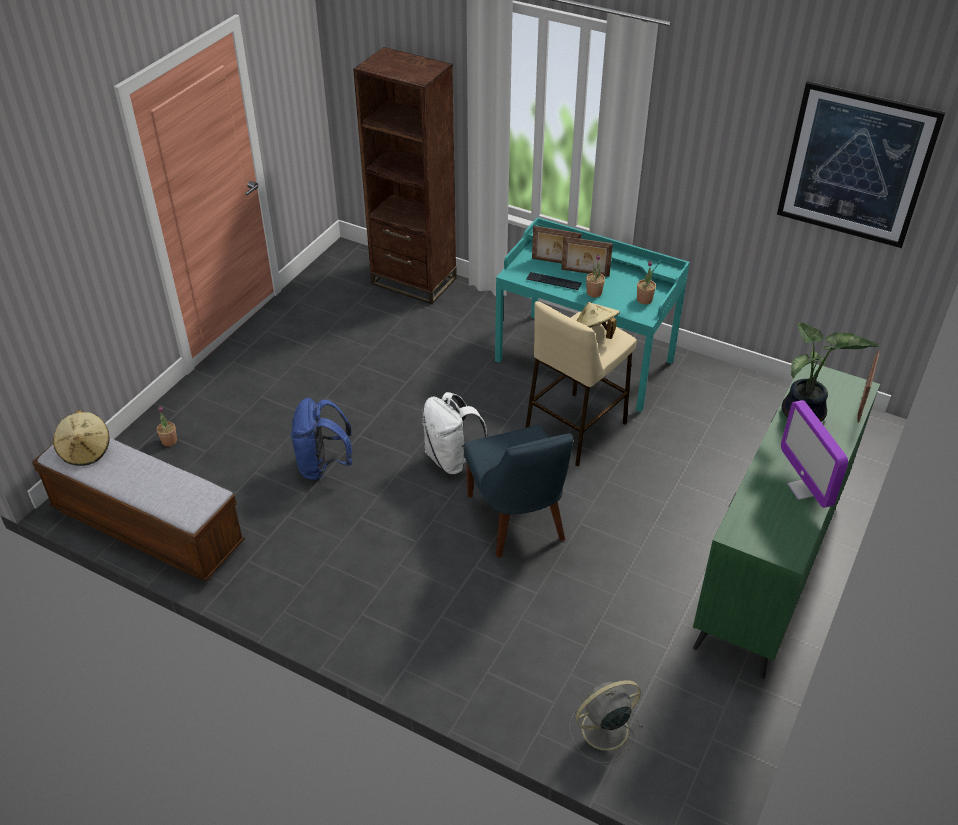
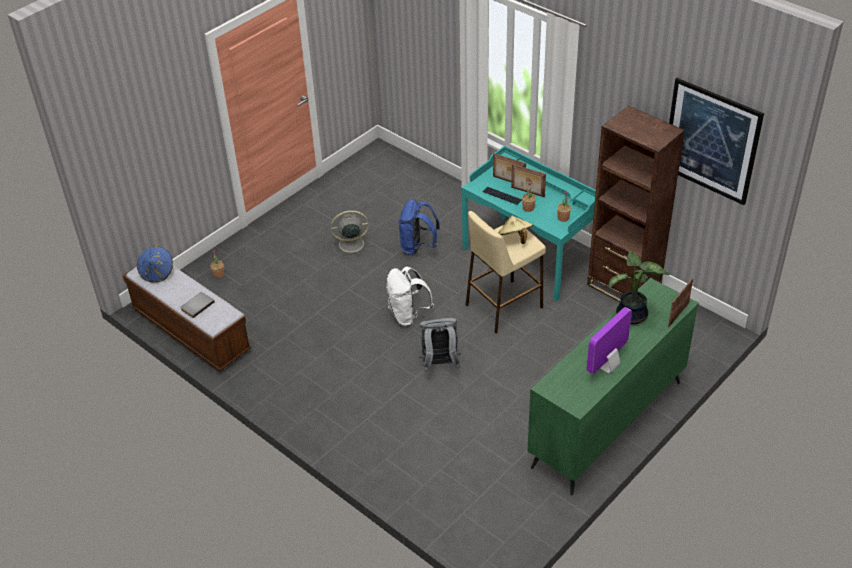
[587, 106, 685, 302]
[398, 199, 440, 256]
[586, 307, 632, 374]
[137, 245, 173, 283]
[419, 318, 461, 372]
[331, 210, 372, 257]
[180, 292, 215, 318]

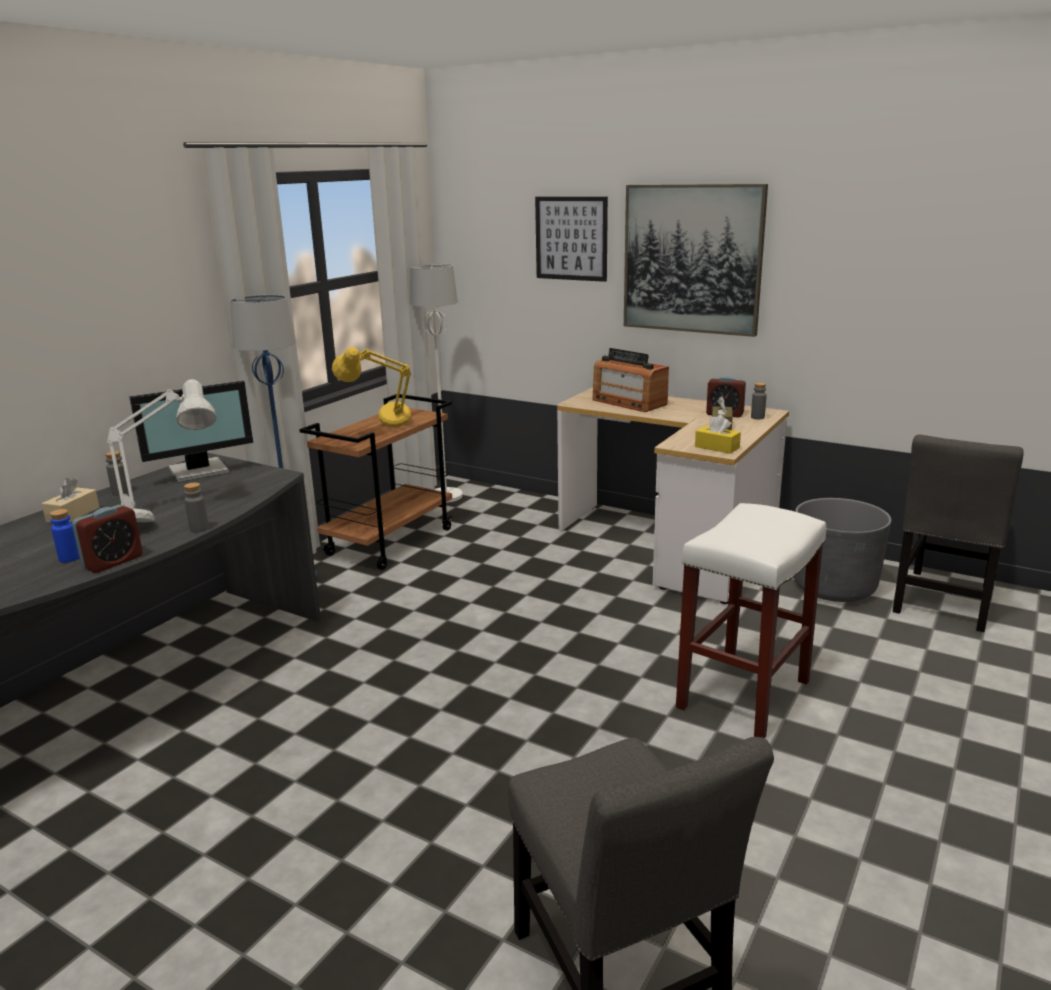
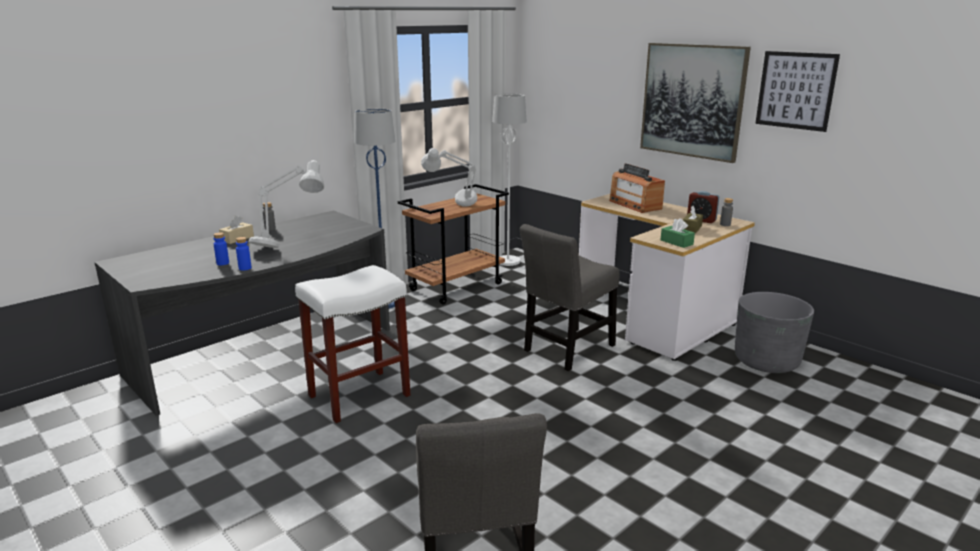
[755, 51, 840, 132]
[421, 148, 477, 207]
[129, 380, 253, 482] (first image)
[660, 218, 695, 248]
[520, 224, 619, 371]
[184, 482, 209, 532] (first image)
[295, 265, 410, 423]
[236, 237, 252, 271]

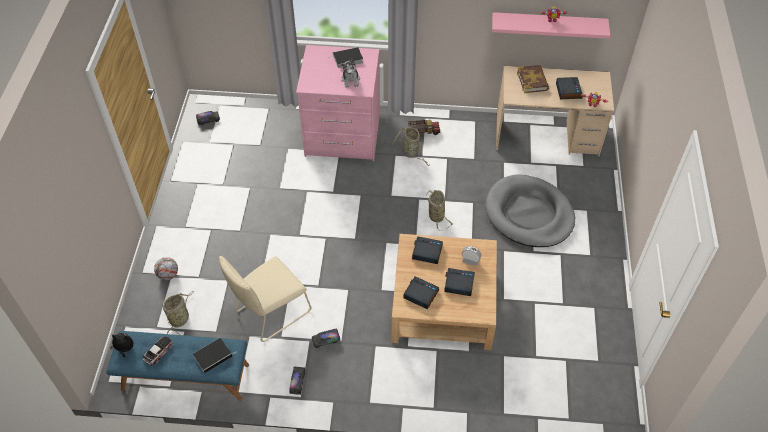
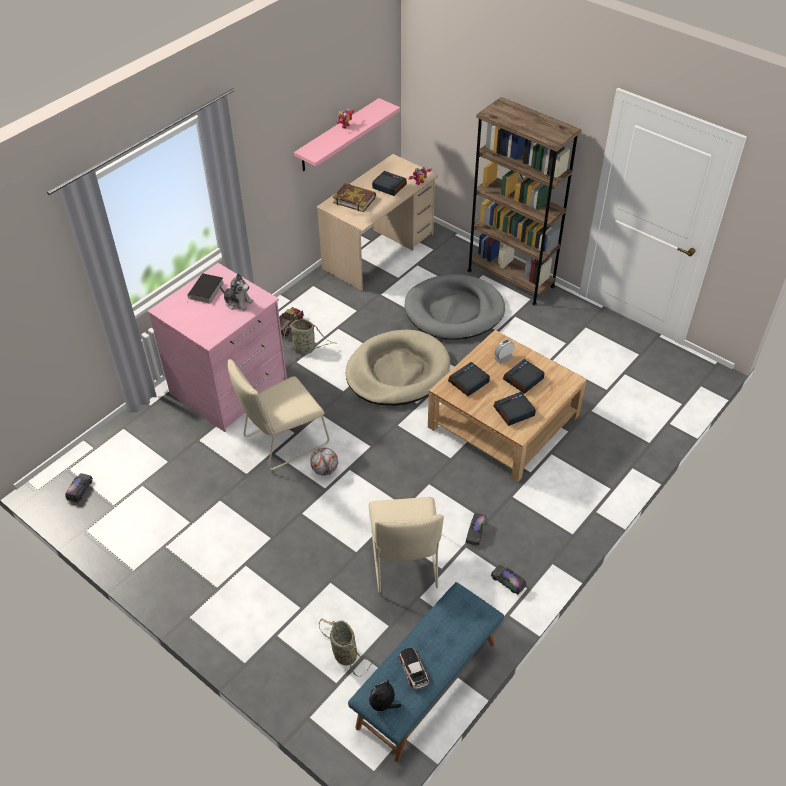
[346, 330, 450, 406]
[310, 448, 338, 476]
[193, 338, 237, 373] (first image)
[467, 97, 581, 305]
[228, 359, 330, 470]

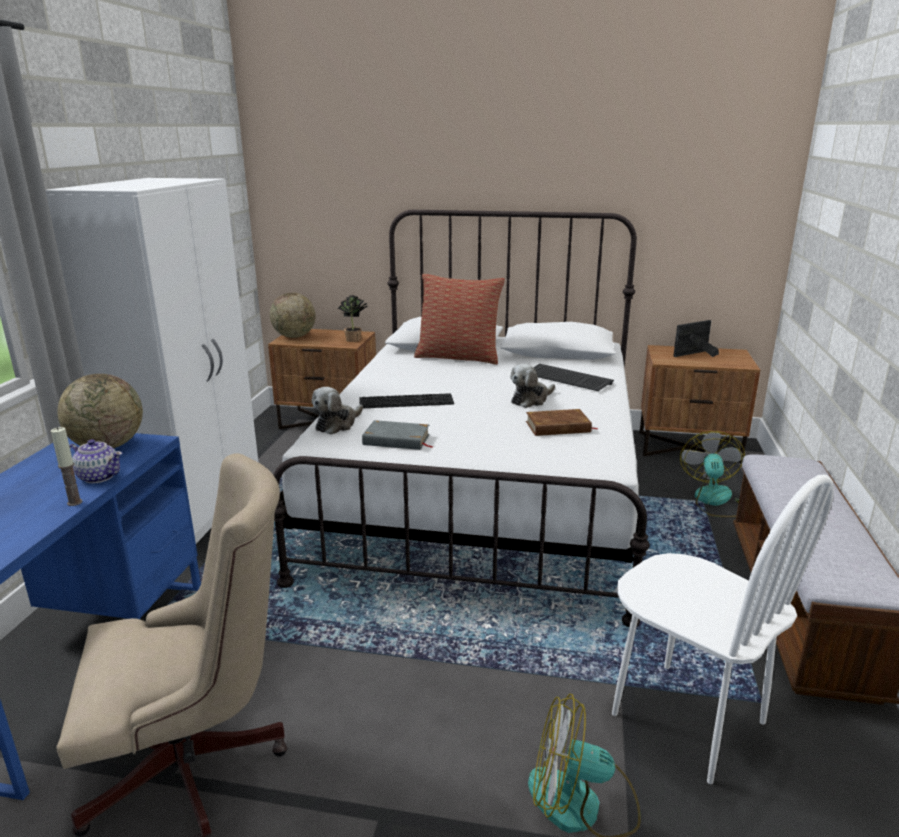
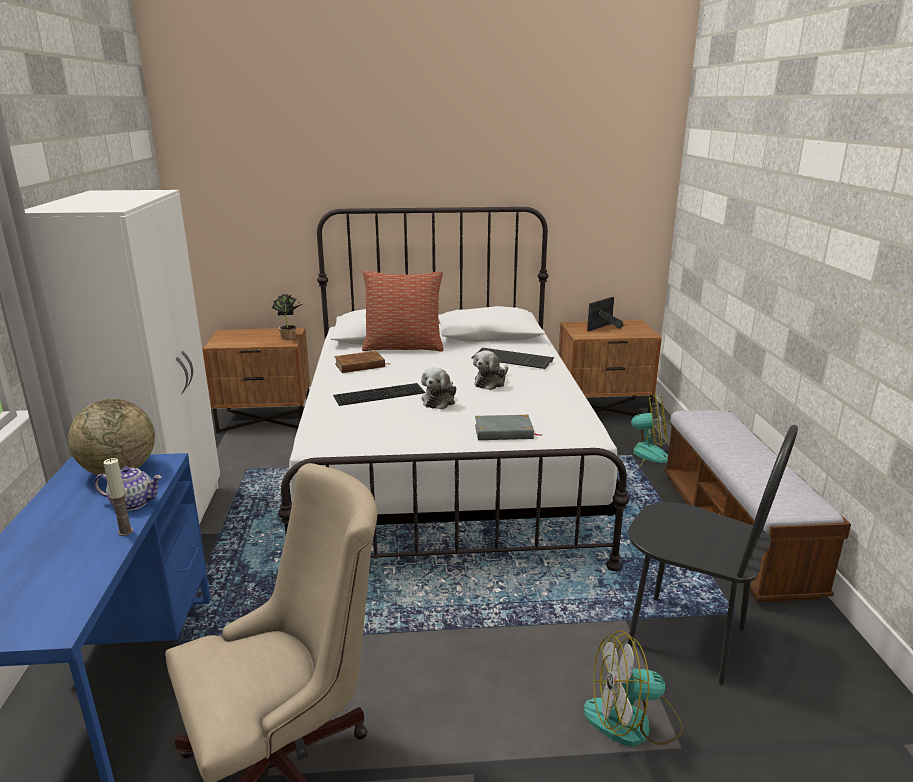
[270, 293, 316, 338] (first image)
[421, 368, 456, 409]
[334, 351, 391, 373]
[475, 415, 542, 440]
[617, 393, 668, 466]
[628, 425, 798, 685]

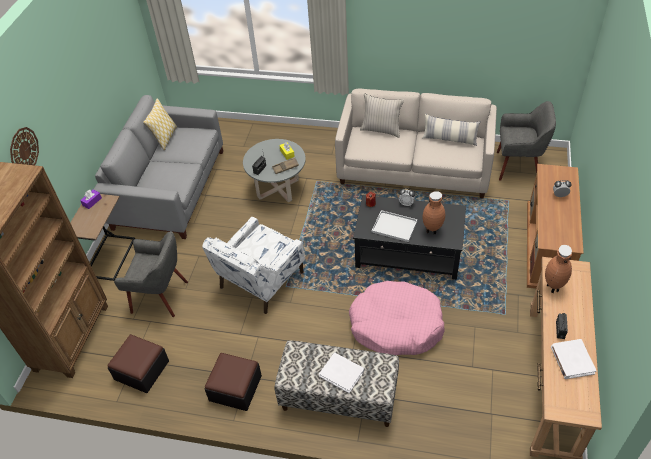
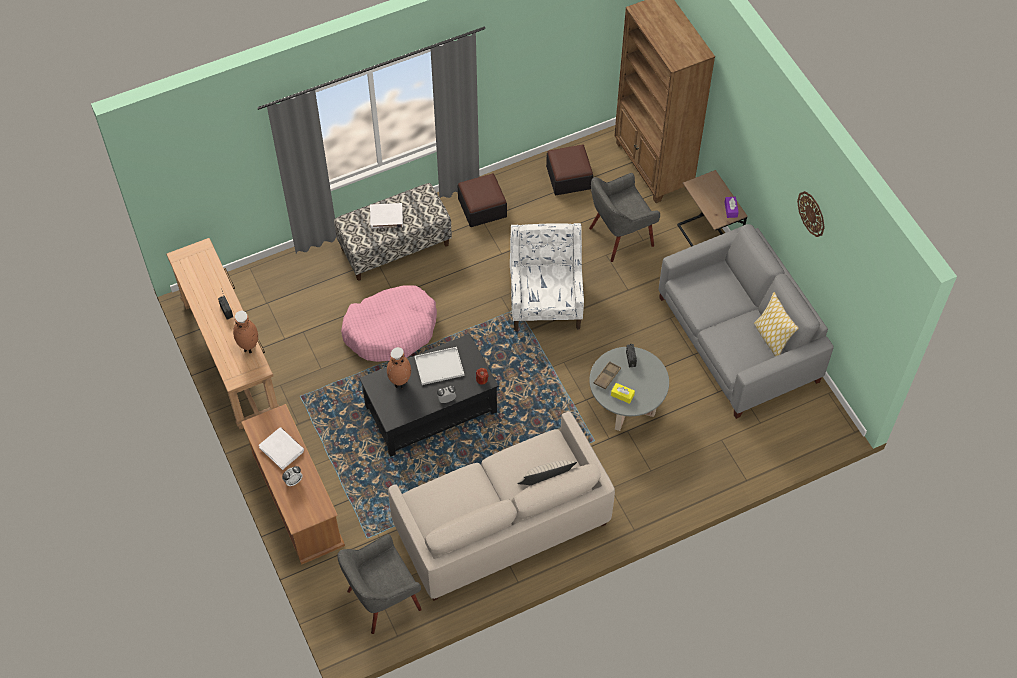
[422, 114, 480, 146] (first image)
[797, 191, 825, 237]
[259, 427, 304, 470]

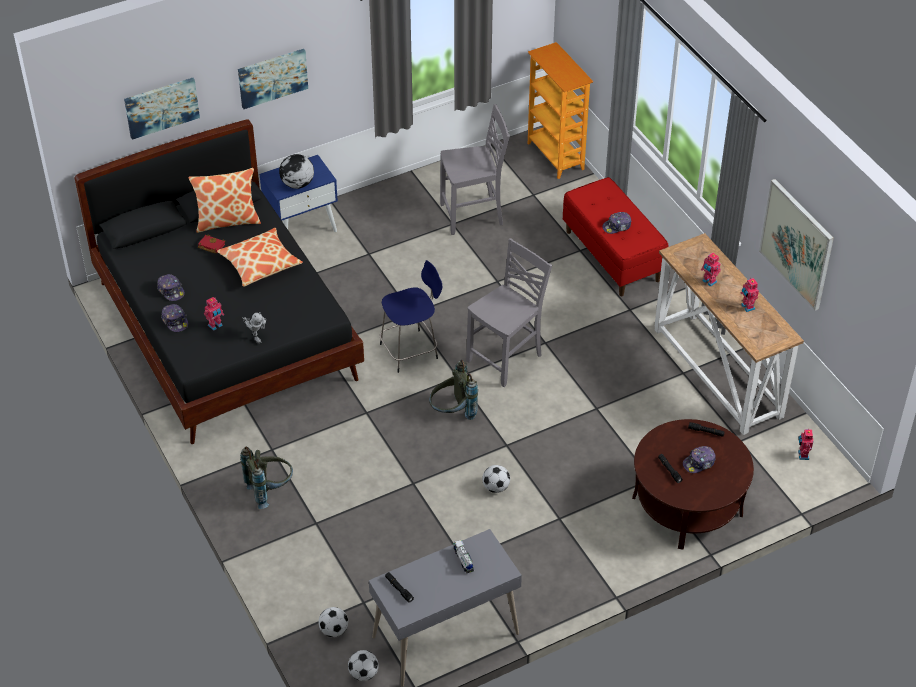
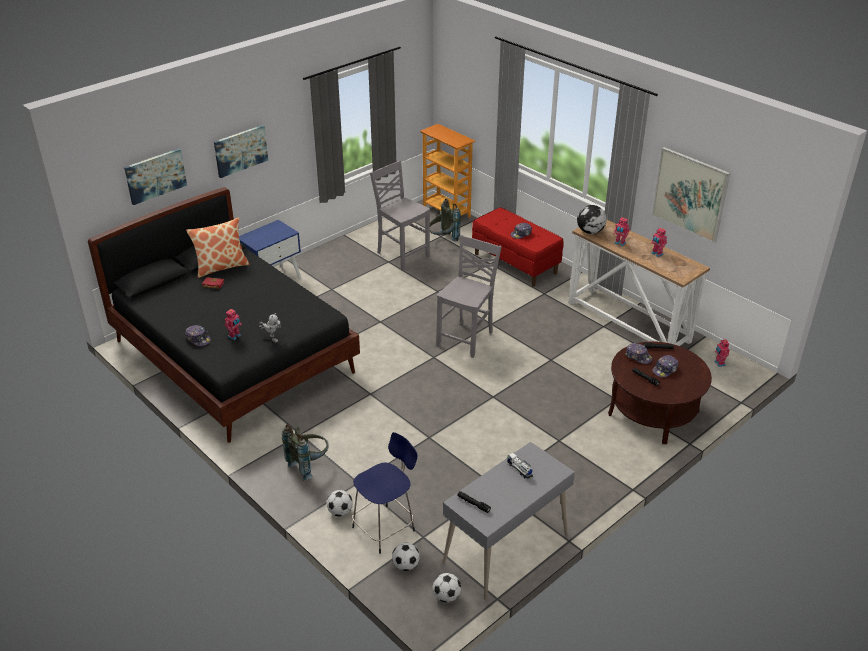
[370, 160, 430, 270]
[577, 205, 607, 234]
[217, 228, 303, 287] (first image)
[352, 432, 418, 554]
[625, 343, 653, 364]
[430, 198, 461, 242]
[327, 490, 353, 517]

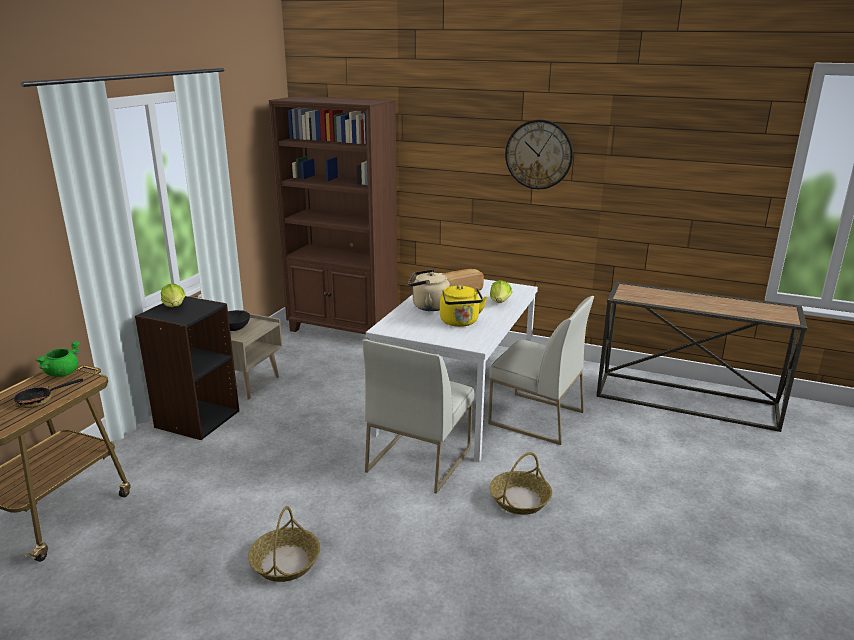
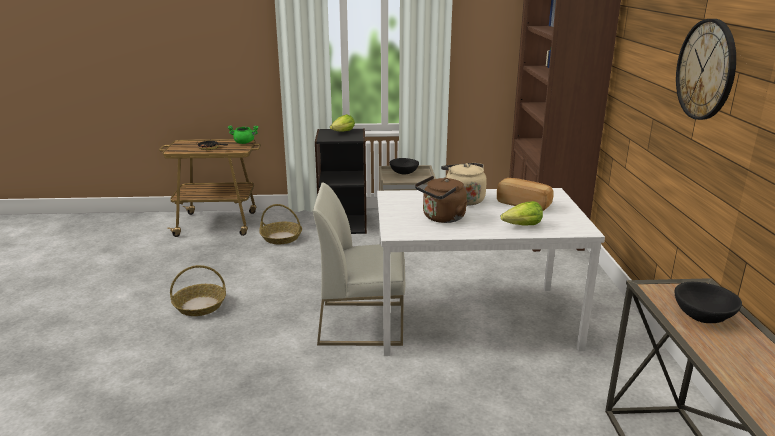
[415, 176, 467, 223]
[488, 296, 594, 445] (first image)
[259, 204, 302, 244]
[674, 282, 742, 323]

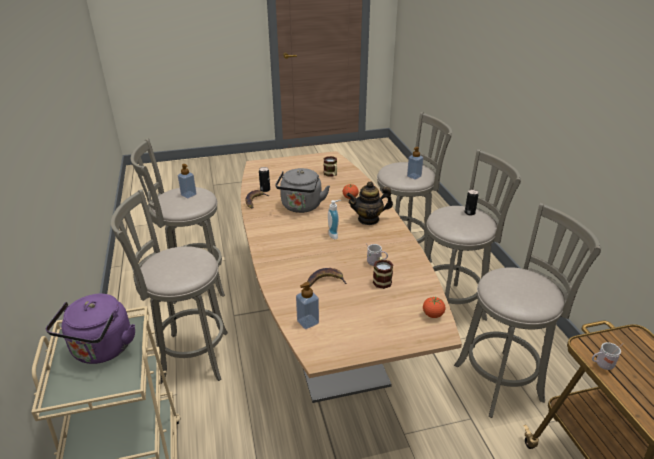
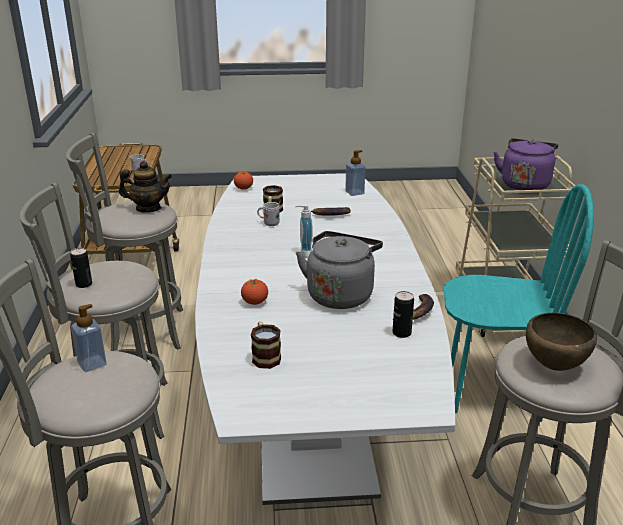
[195, 173, 455, 505]
[526, 313, 597, 371]
[119, 161, 172, 213]
[444, 184, 594, 421]

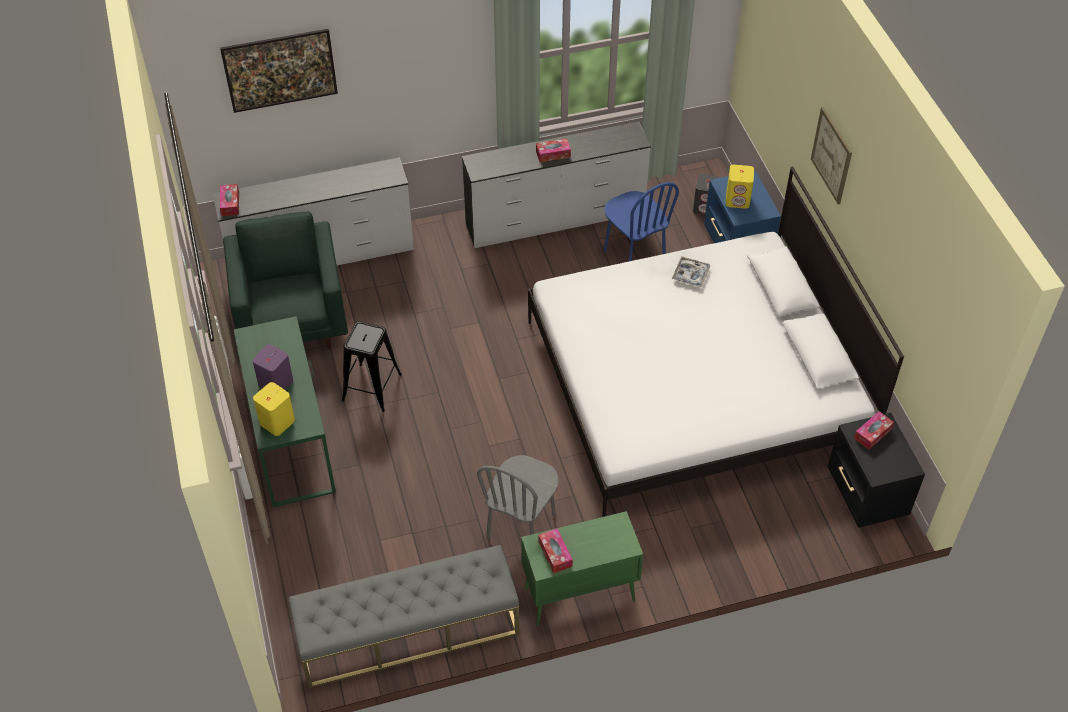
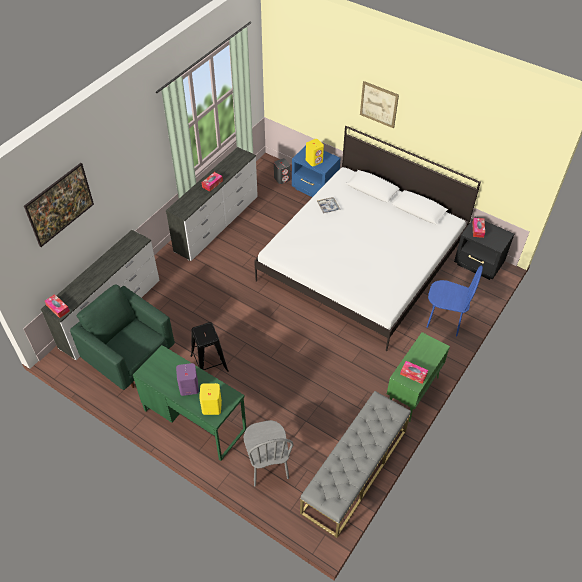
[427, 266, 483, 337]
[244, 420, 293, 486]

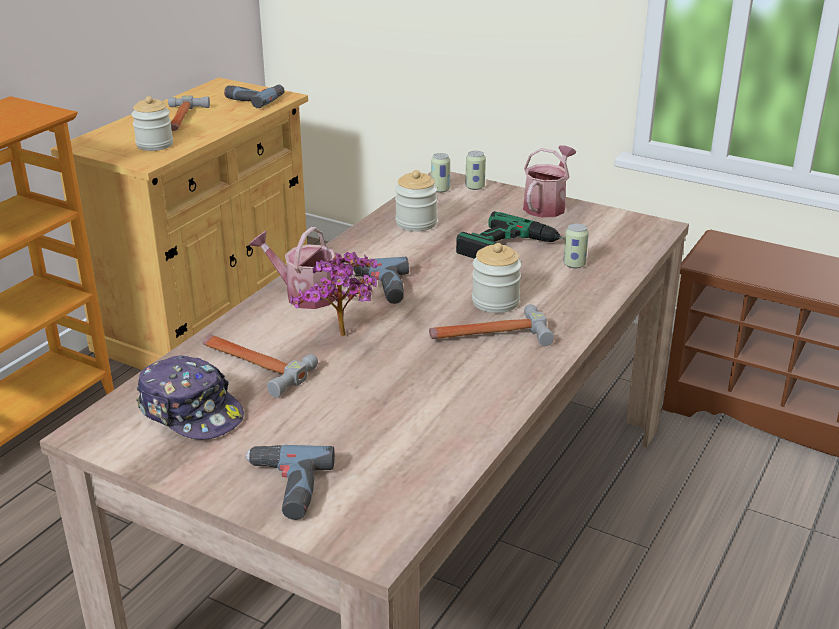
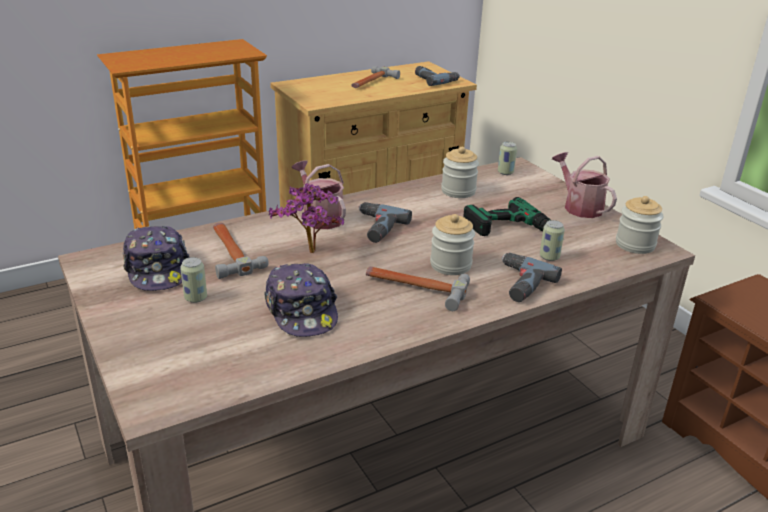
[616, 196, 664, 254]
[552, 152, 617, 218]
[180, 257, 207, 303]
[501, 252, 562, 302]
[264, 263, 338, 337]

